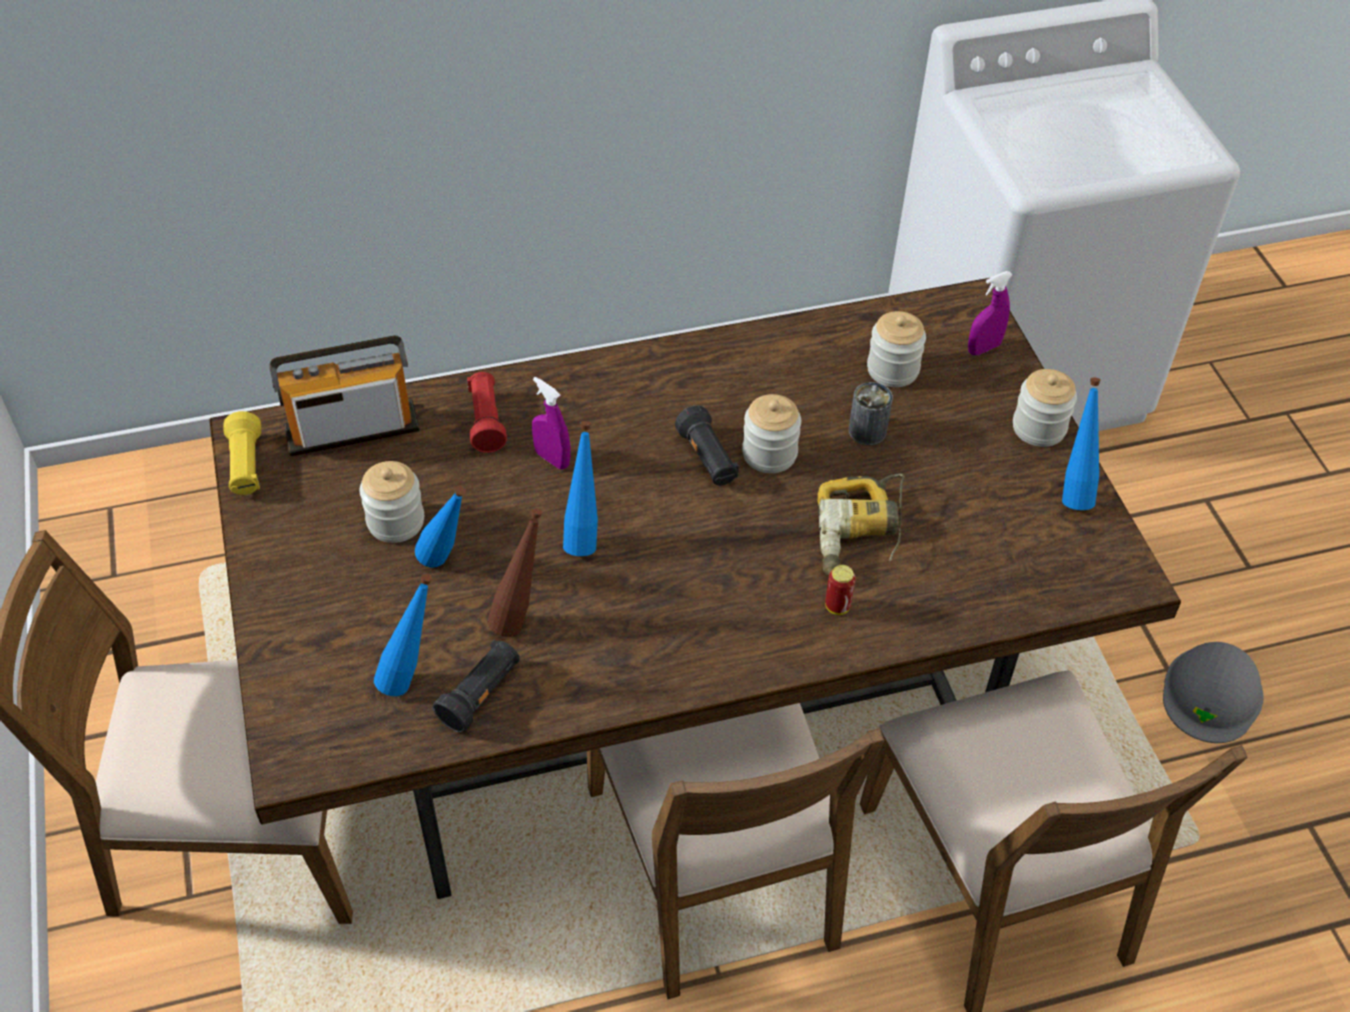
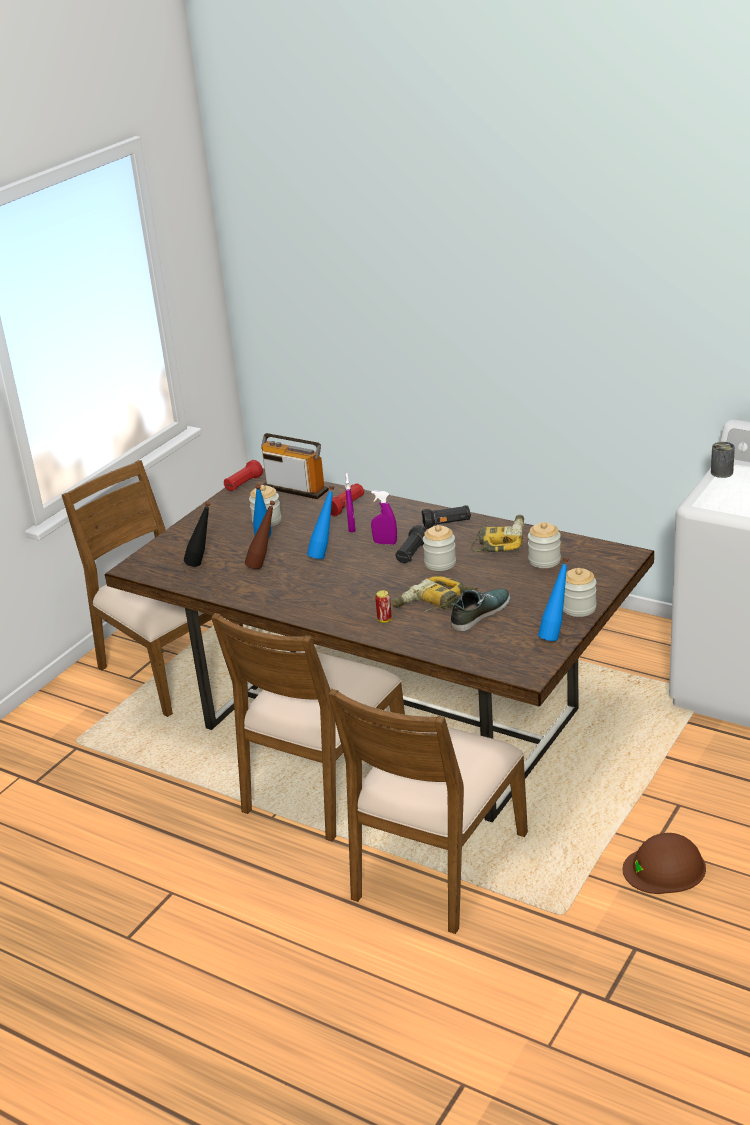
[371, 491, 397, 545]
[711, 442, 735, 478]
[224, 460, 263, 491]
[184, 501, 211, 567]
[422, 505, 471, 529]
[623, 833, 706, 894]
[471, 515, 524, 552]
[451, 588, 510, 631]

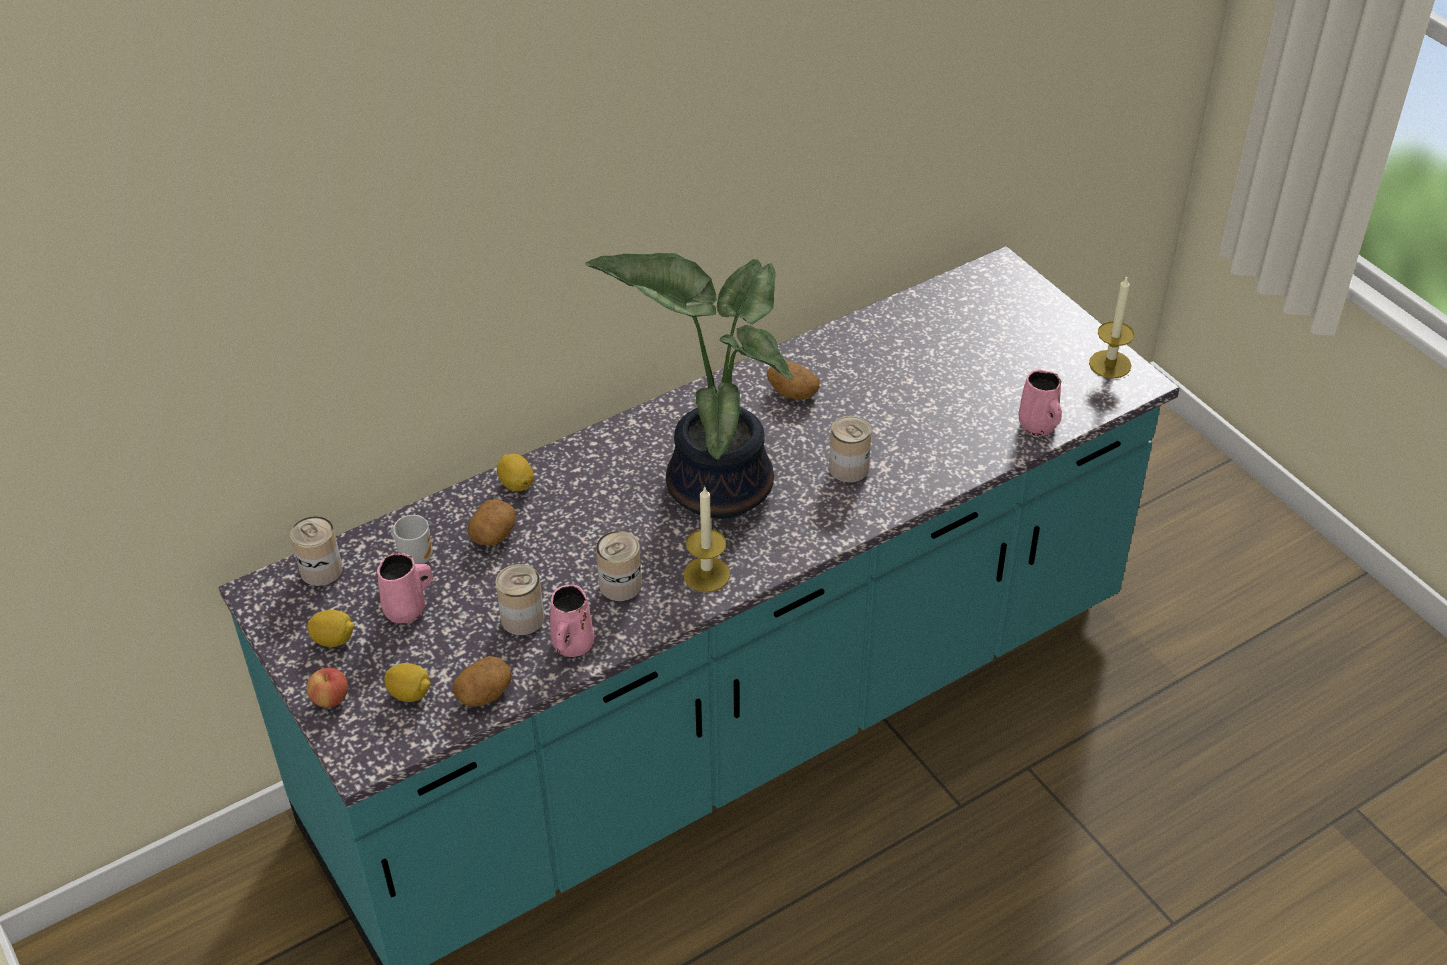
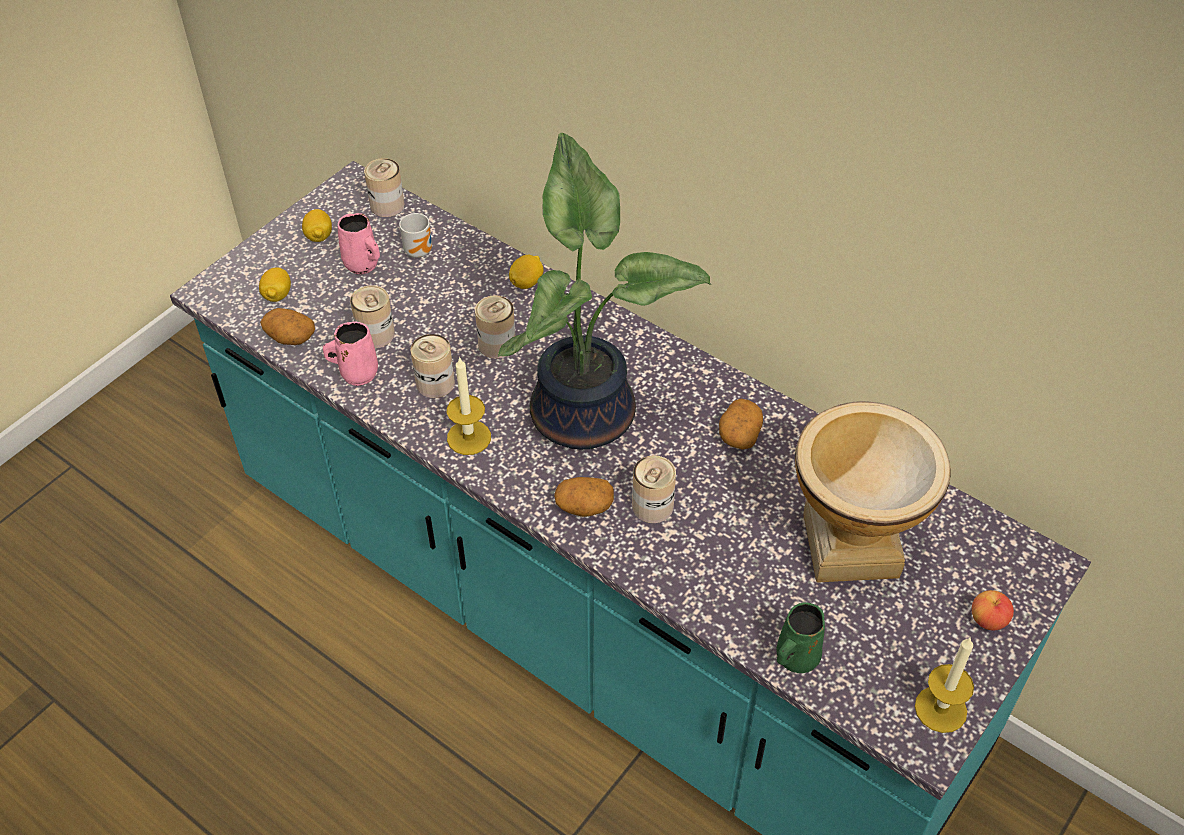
[776, 603, 825, 673]
[554, 477, 614, 517]
[972, 590, 1014, 630]
[475, 295, 515, 359]
[795, 401, 951, 582]

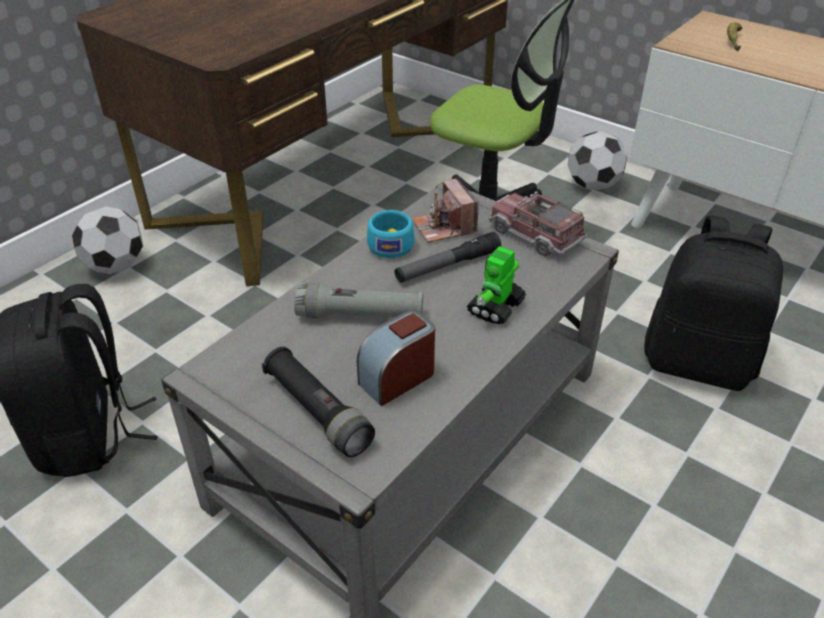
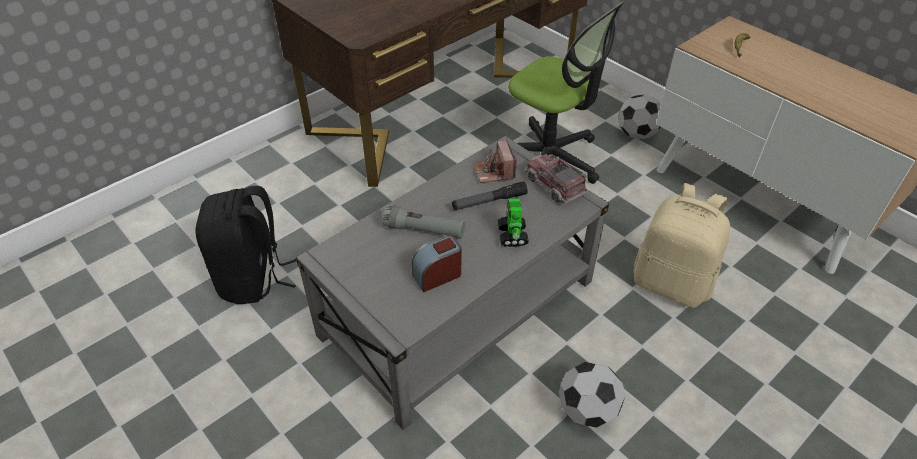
[559, 362, 625, 428]
[367, 210, 414, 258] (first image)
[633, 183, 730, 308]
[498, 198, 529, 247]
[262, 347, 375, 457] (first image)

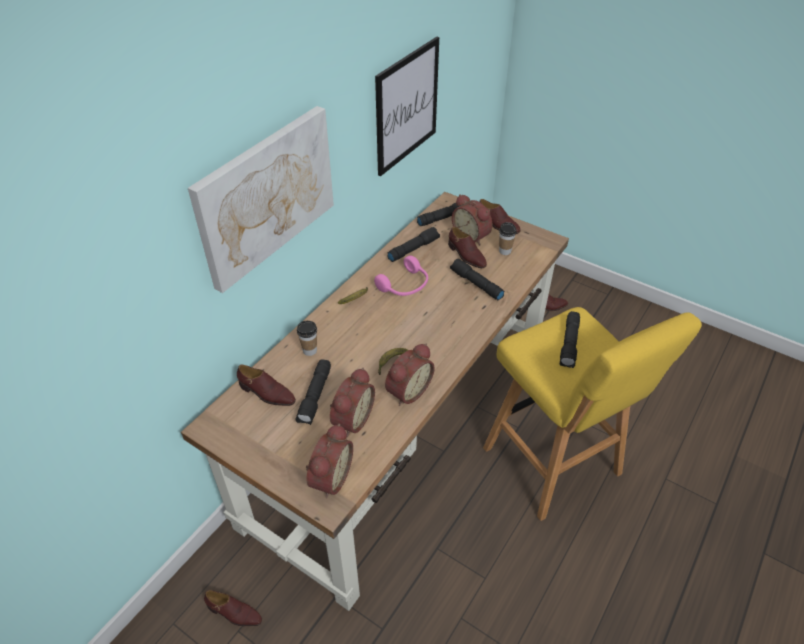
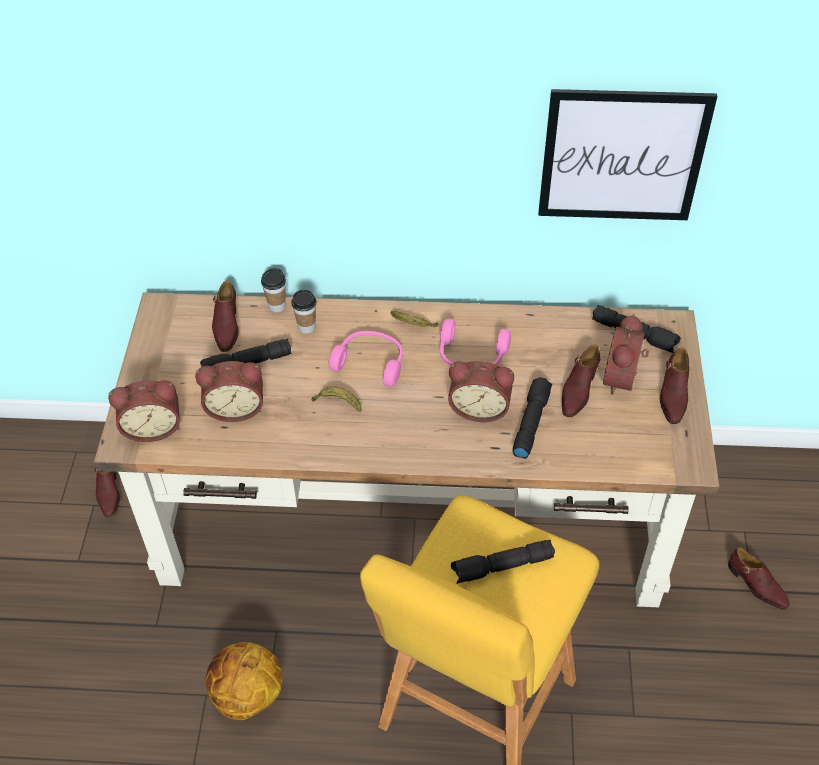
[188, 106, 334, 293] (first image)
[261, 268, 286, 312]
[388, 227, 440, 262] (first image)
[448, 361, 514, 422]
[329, 331, 403, 387]
[205, 642, 283, 720]

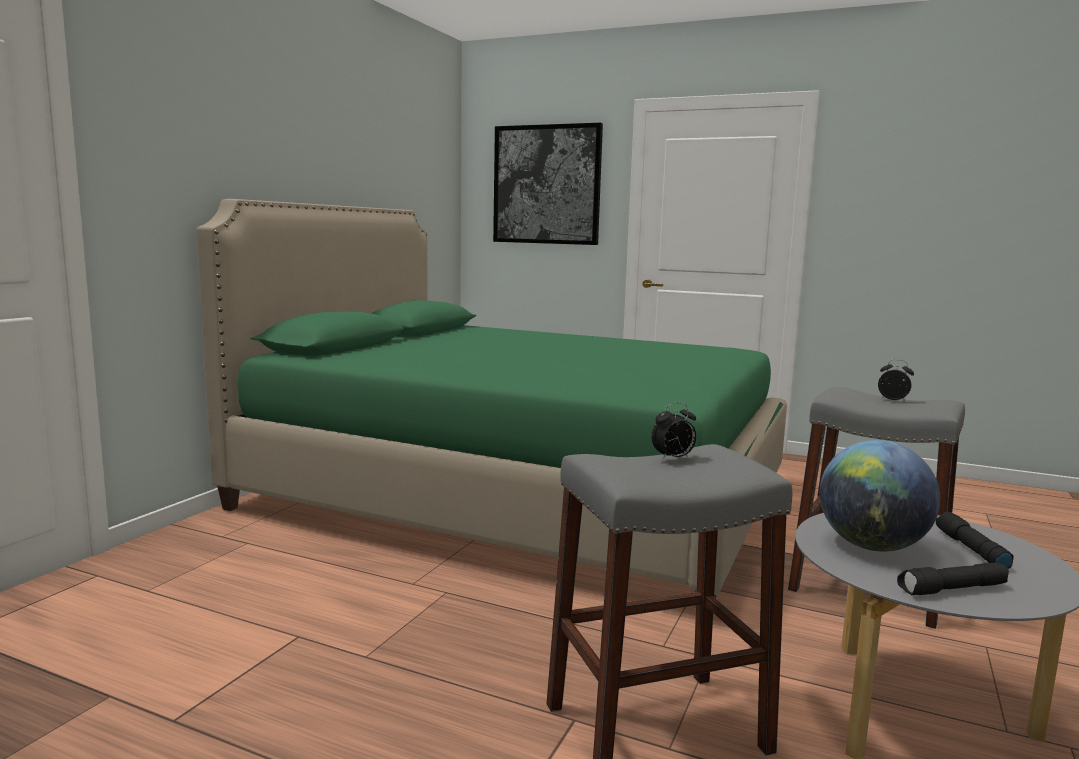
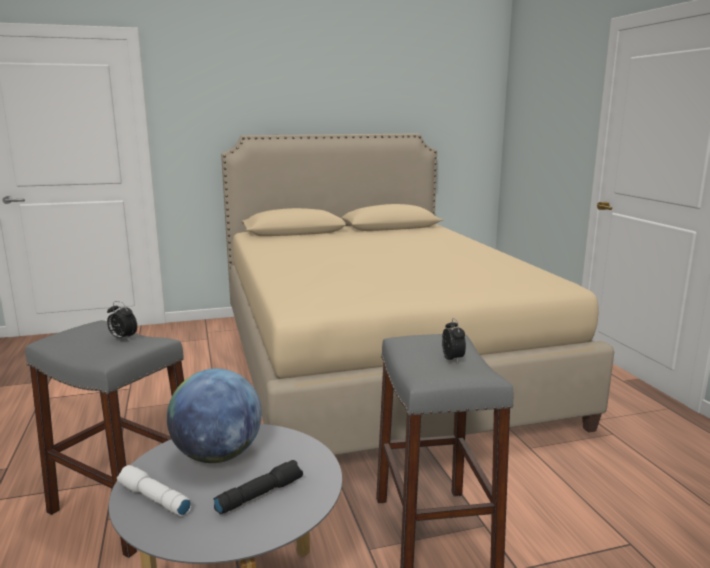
[493, 123, 603, 245] (first image)
[221, 134, 614, 456]
[117, 465, 191, 516]

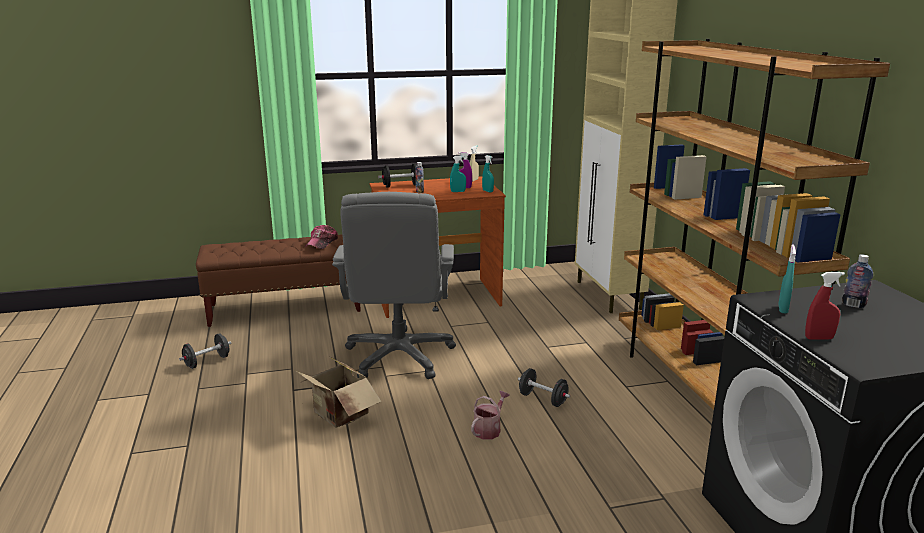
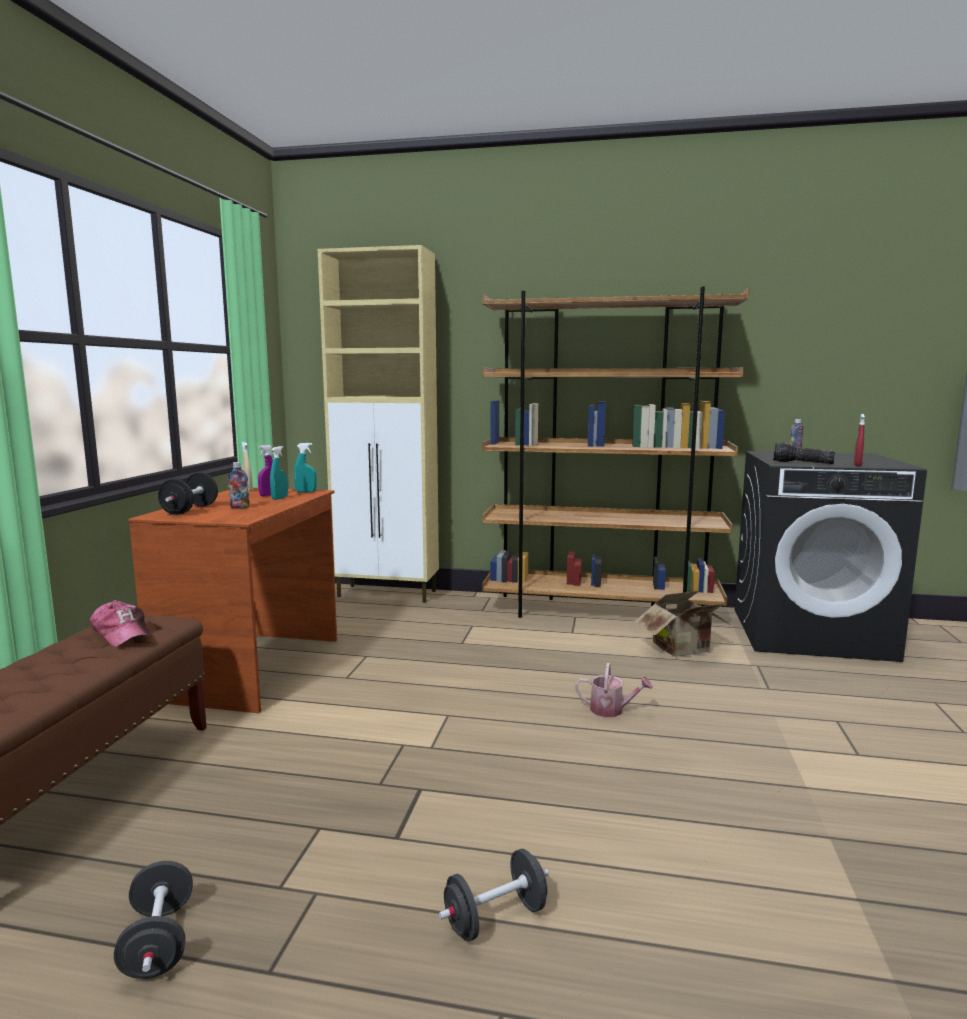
[332, 192, 456, 379] (first image)
[773, 443, 835, 464]
[635, 591, 729, 657]
[439, 849, 549, 942]
[575, 663, 653, 717]

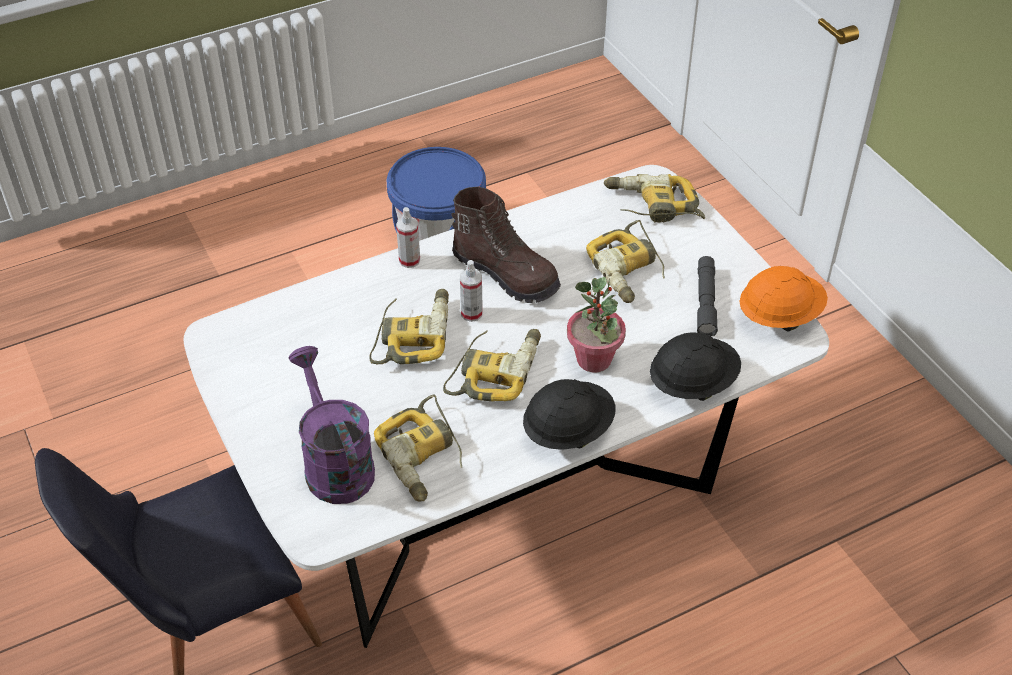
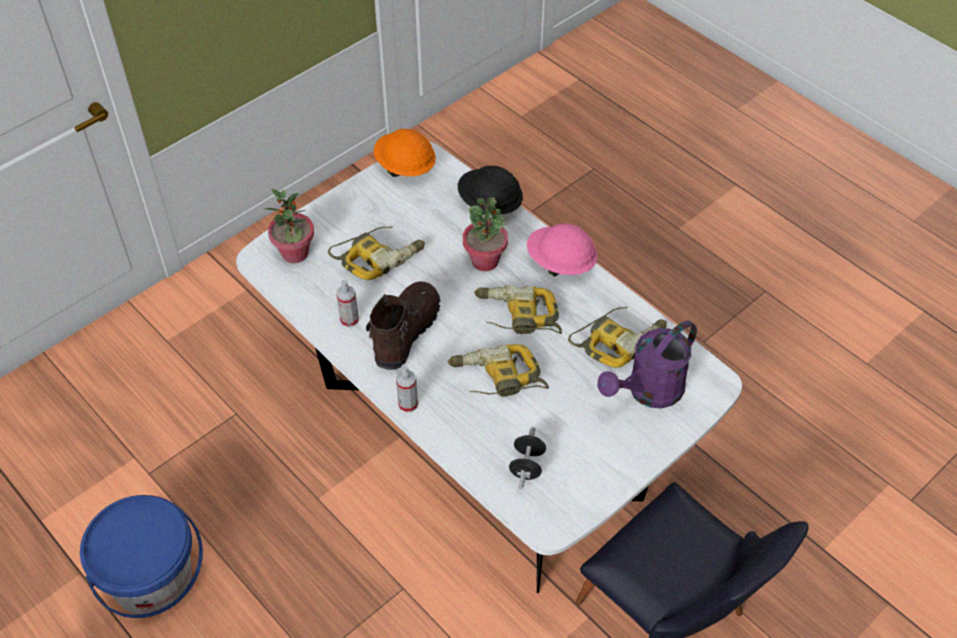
[264, 188, 314, 263]
[697, 256, 718, 336] (first image)
[336, 280, 359, 327]
[527, 224, 598, 277]
[509, 427, 546, 489]

